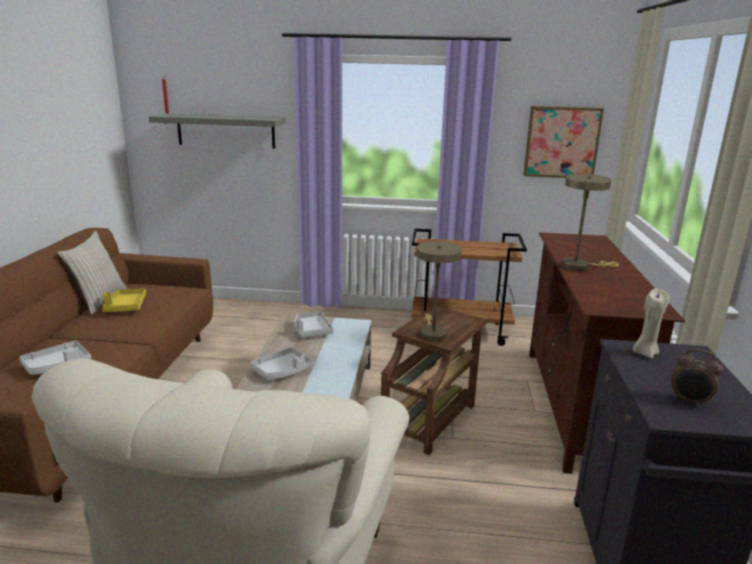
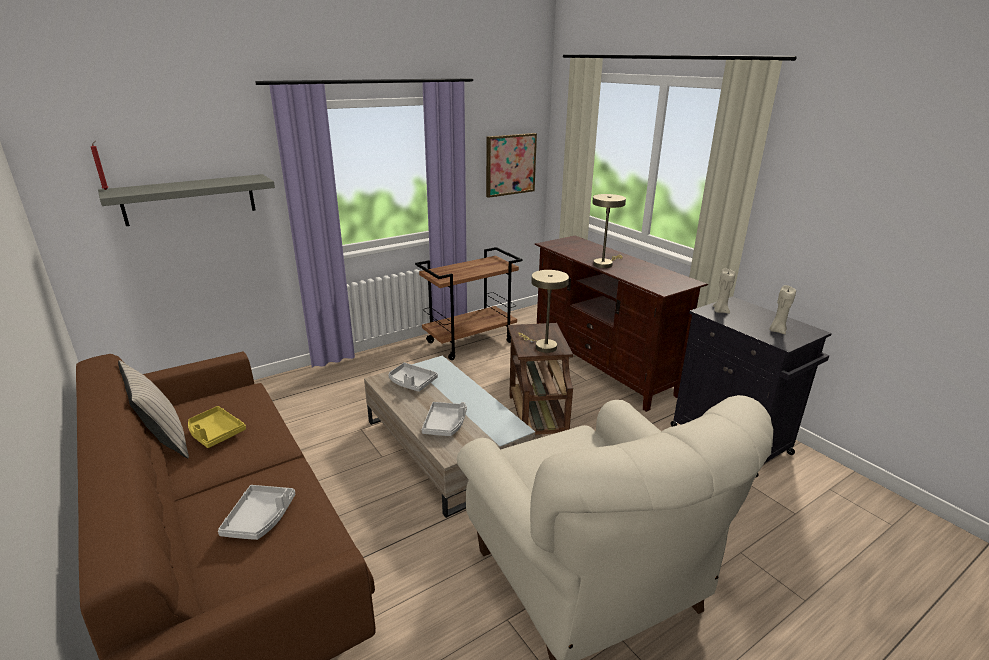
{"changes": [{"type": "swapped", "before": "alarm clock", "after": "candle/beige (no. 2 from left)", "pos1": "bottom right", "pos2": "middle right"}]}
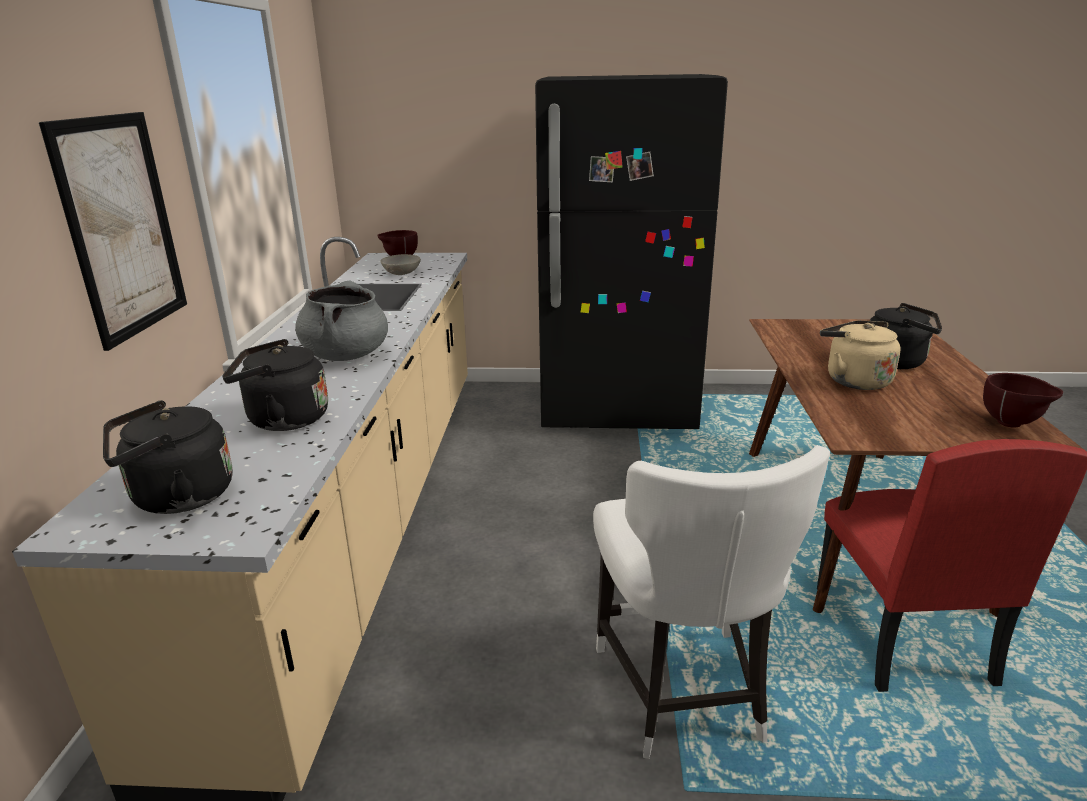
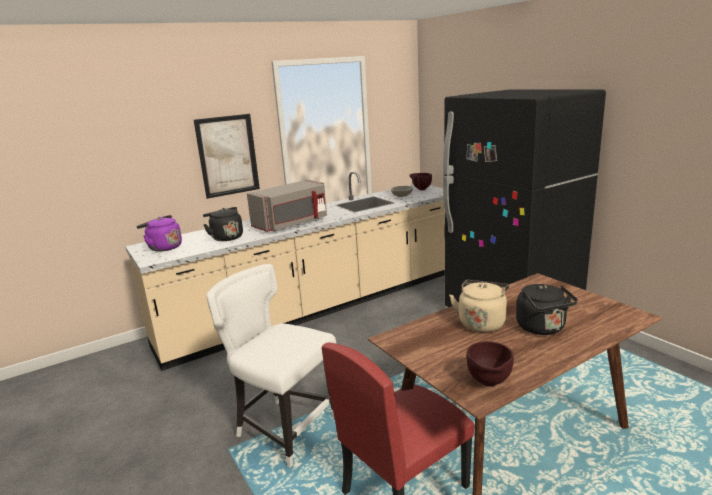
{"changes": [{"type": "repainted", "before": "kettle/black (no. 1 from left)", "after": "kettle/purple", "pos1": "middle left", "pos2": "middle left"}, {"type": "swapped", "before": "cooking pot/grey", "after": "microwave/grey", "pos1": "middle left", "pos2": "centre"}, {"type": "rotated", "before": "chair/white", "pos1": "bottom centre", "pos2": "bottom centre", "turn": 75}]}
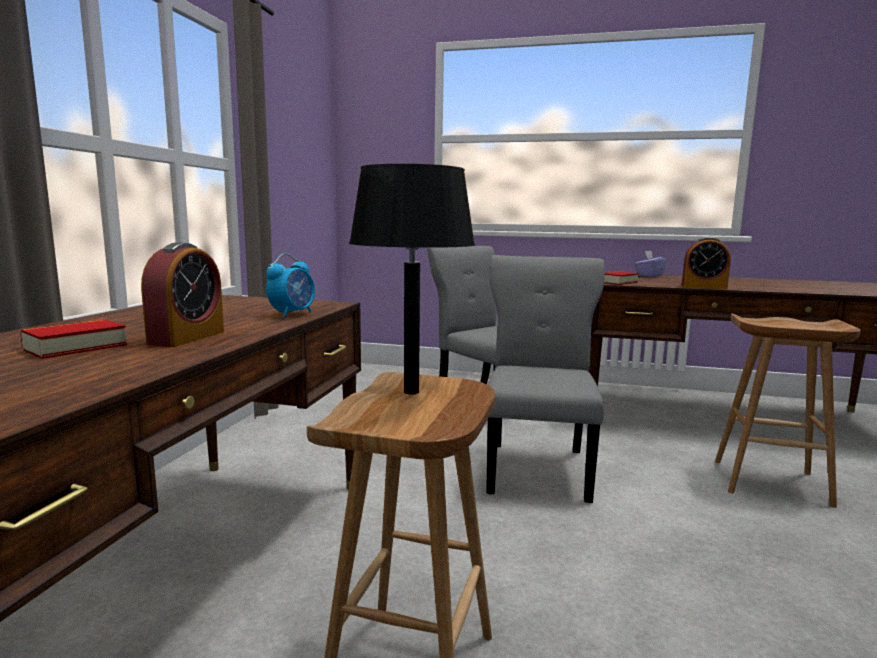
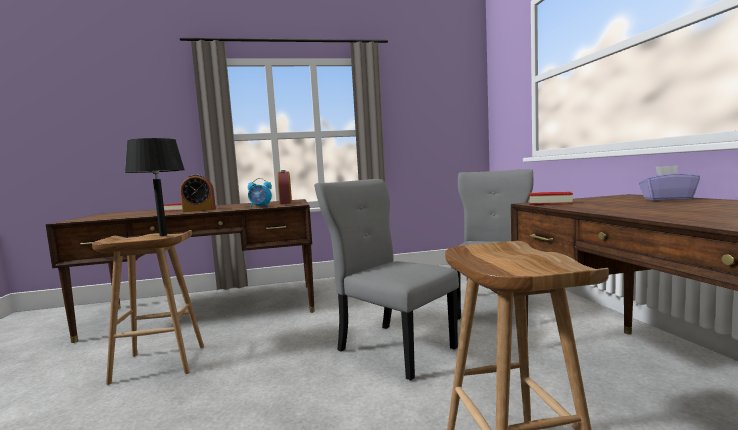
{"changes": [{"type": "rotated", "before": "chair/grey (no. 2 from left in the first image)", "pos1": "centre", "pos2": "centre", "turn": -120}, {"type": "shifted", "before": "alarm clock (no. 3 from left)", "pos1": "middle right", "pos2": "centre"}]}
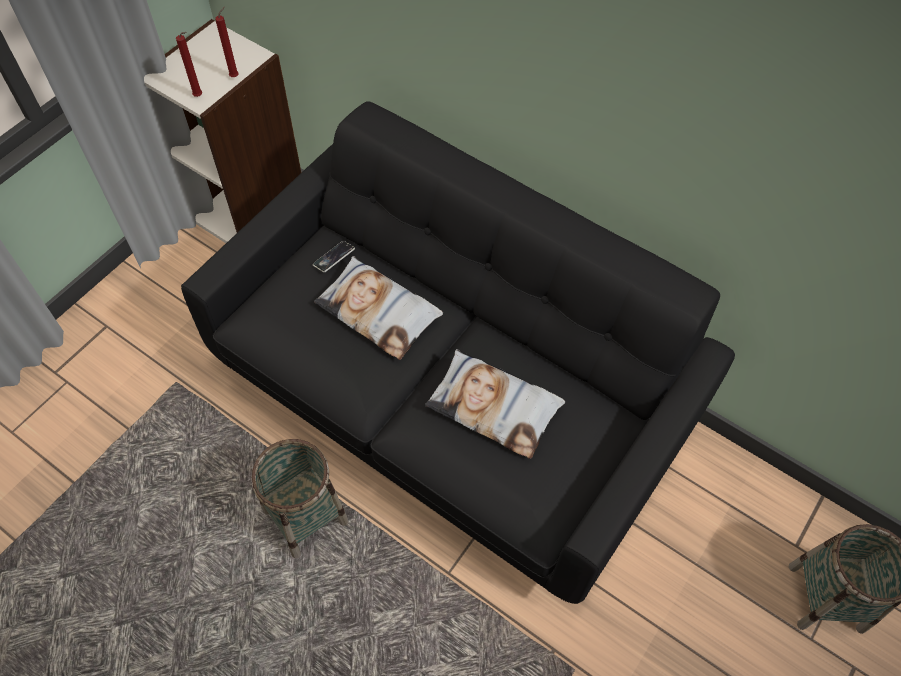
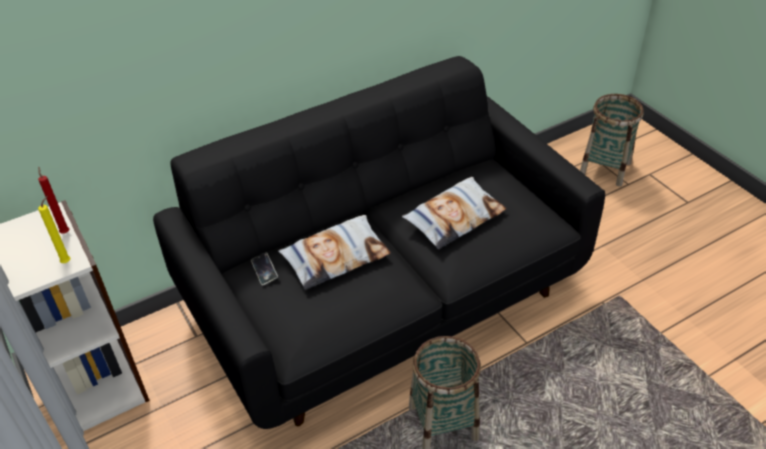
{"changes": [{"type": "repainted", "before": "candle/red (no. 1 from left)", "after": "candle/yellow", "pos1": "top left", "pos2": "middle left"}]}
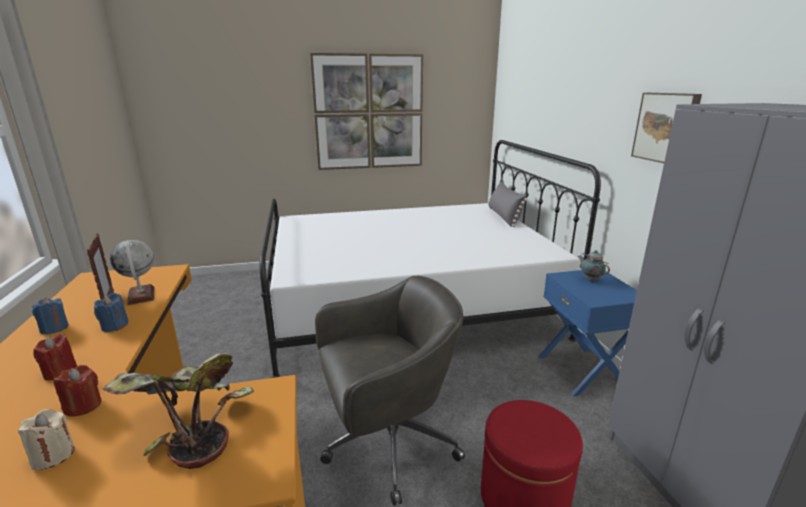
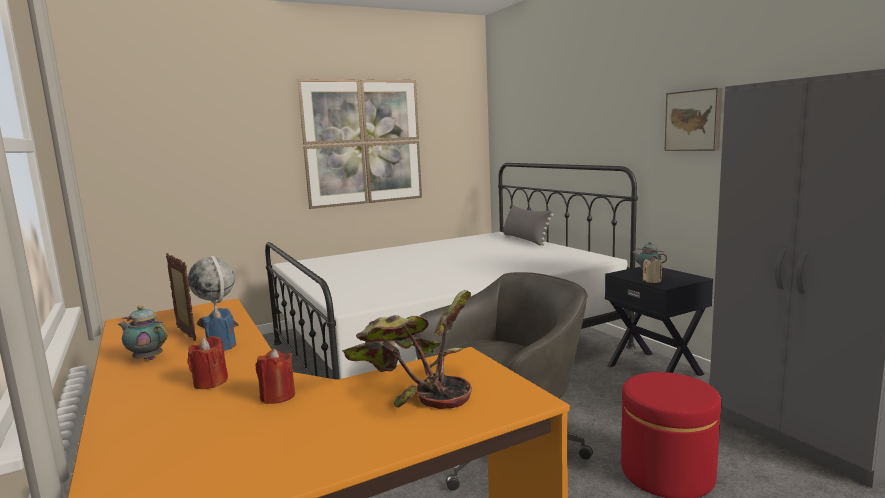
{"changes": [{"type": "shifted", "before": "candle/beige", "pos1": "bottom left", "pos2": "middle right"}, {"type": "swapped", "before": "candle/blue (no. 1 from left)", "after": "teapot (no. 1 from left)", "pos1": "middle left", "pos2": "bottom left"}, {"type": "repainted", "before": "nightstand/blue", "after": "nightstand/black", "pos1": "middle right", "pos2": "middle right"}]}
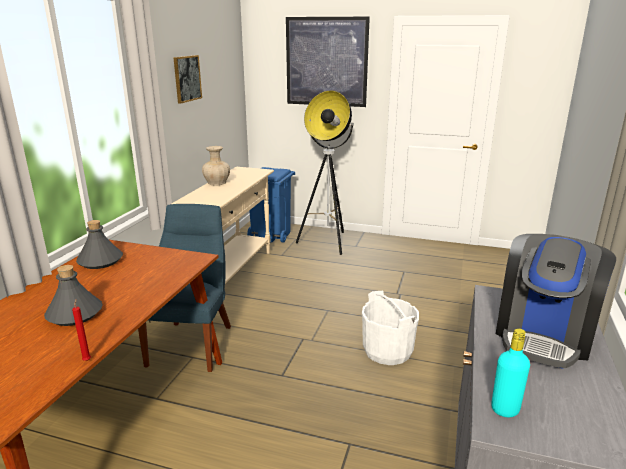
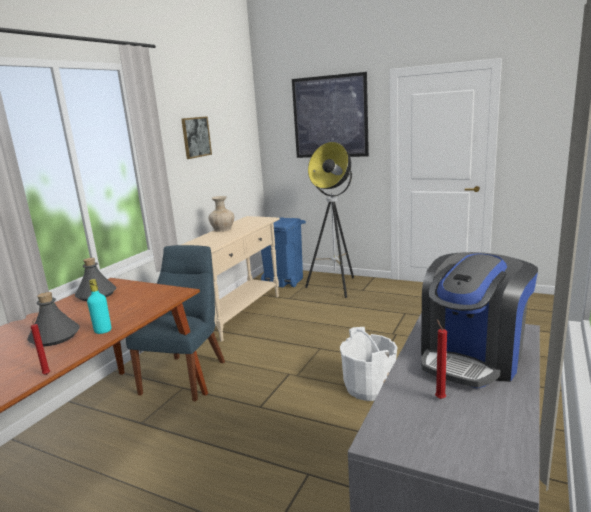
{"changes": [{"type": "shifted", "before": "bottle/turquoise", "pos1": "bottom right", "pos2": "middle left"}, {"type": "new", "after": "candle/red (no. 2 from left)", "pos2": "bottom right"}]}
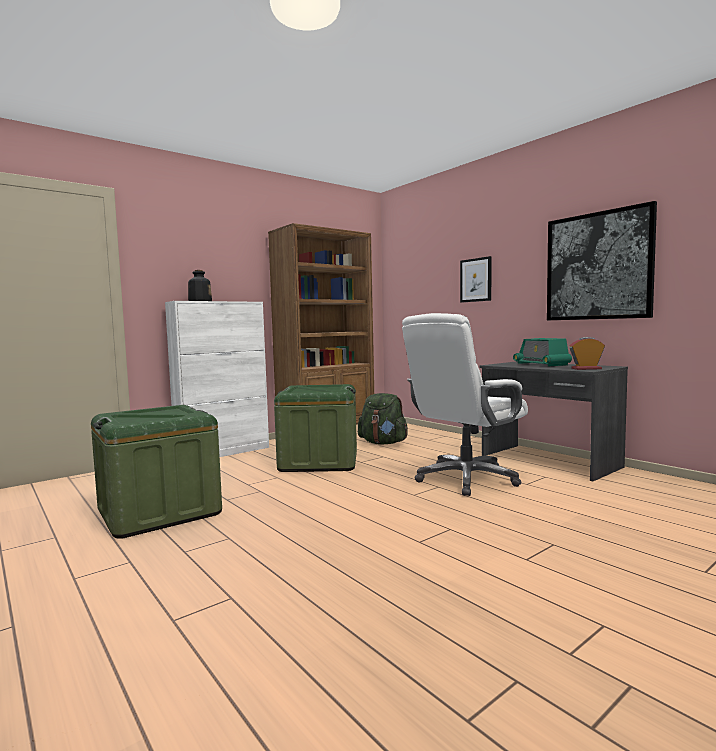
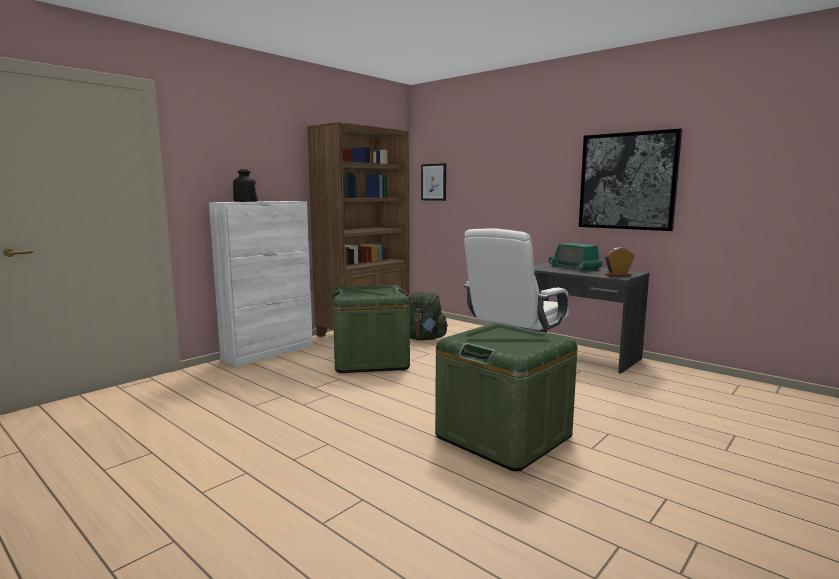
{"changes": [{"type": "shifted", "before": "storage box/green (no. 1 from left in the first image)", "after": "storage box/green (no. 2 from left)", "pos1": "middle left", "pos2": "bottom centre"}, {"type": "shifted", "before": "picture (no. 1 from left)", "pos1": "centre", "pos2": "top centre"}]}
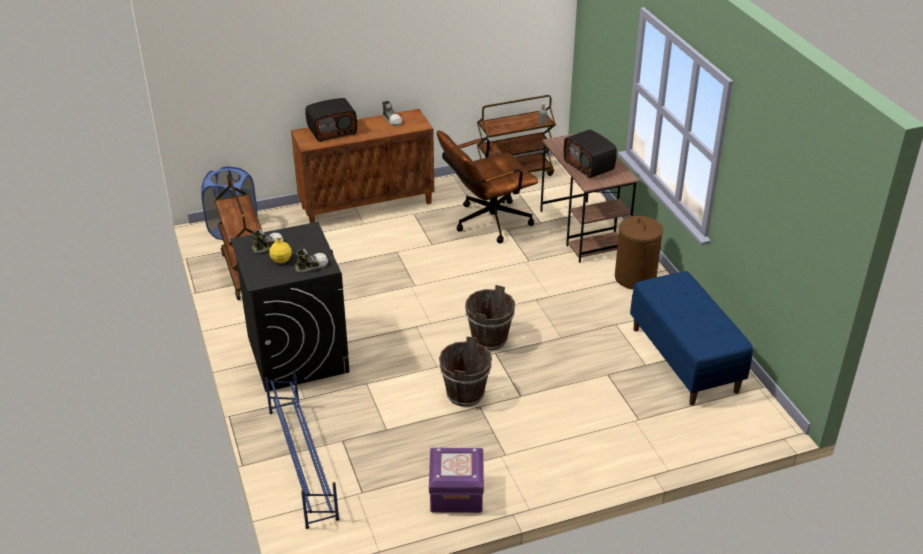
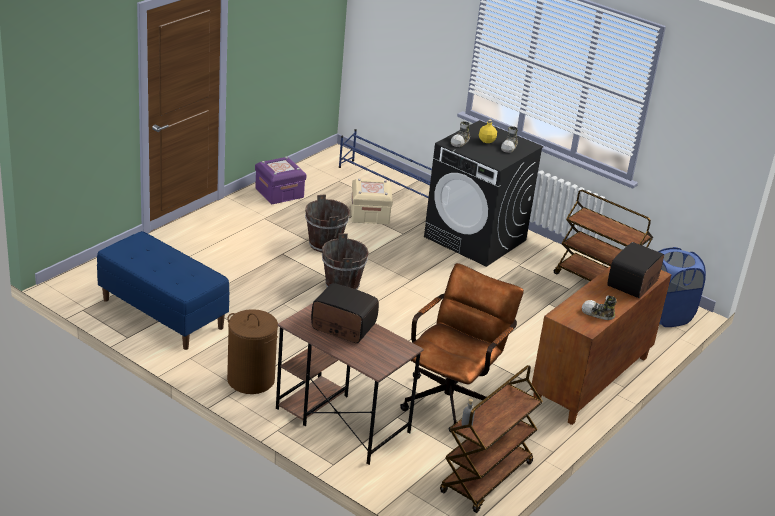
{"changes": [{"type": "new", "after": "storage box/beige", "pos2": "centre"}]}
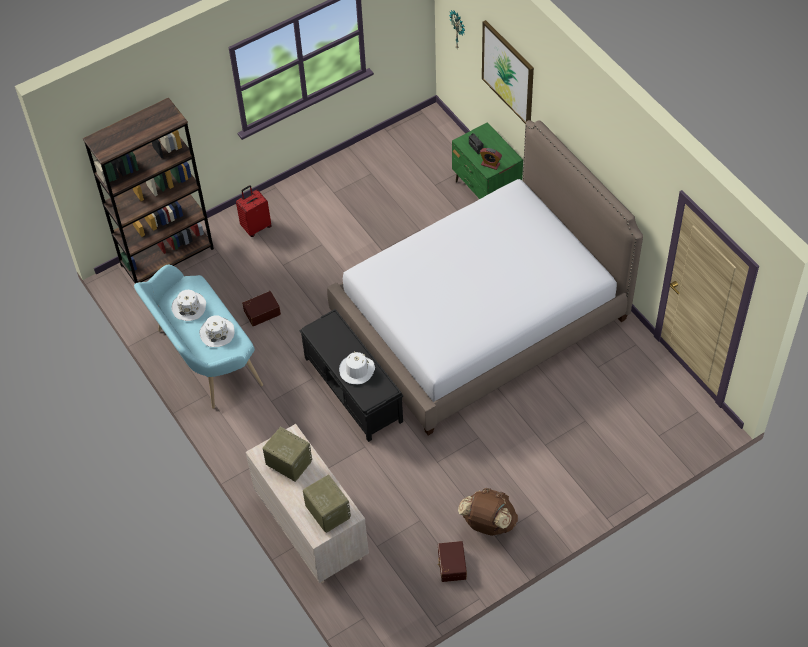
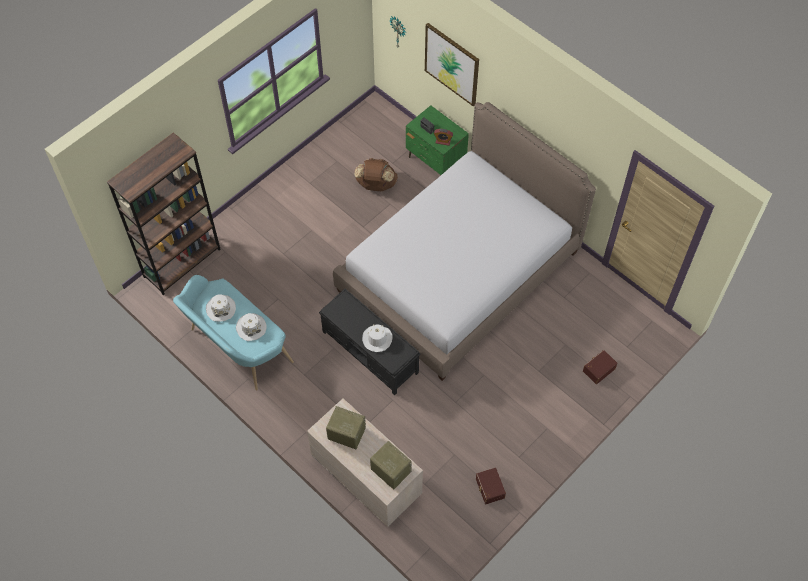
{"changes": [{"type": "gone", "before": "suitcase/red", "pos1": "top left"}, {"type": "shifted", "before": "storage box/brown (no. 1 from left in the first image)", "after": "storage box/brown (no. 2 from left)", "pos1": "middle left", "pos2": "middle right"}, {"type": "shifted", "before": "backpack/brown", "pos1": "bottom centre", "pos2": "top centre"}]}
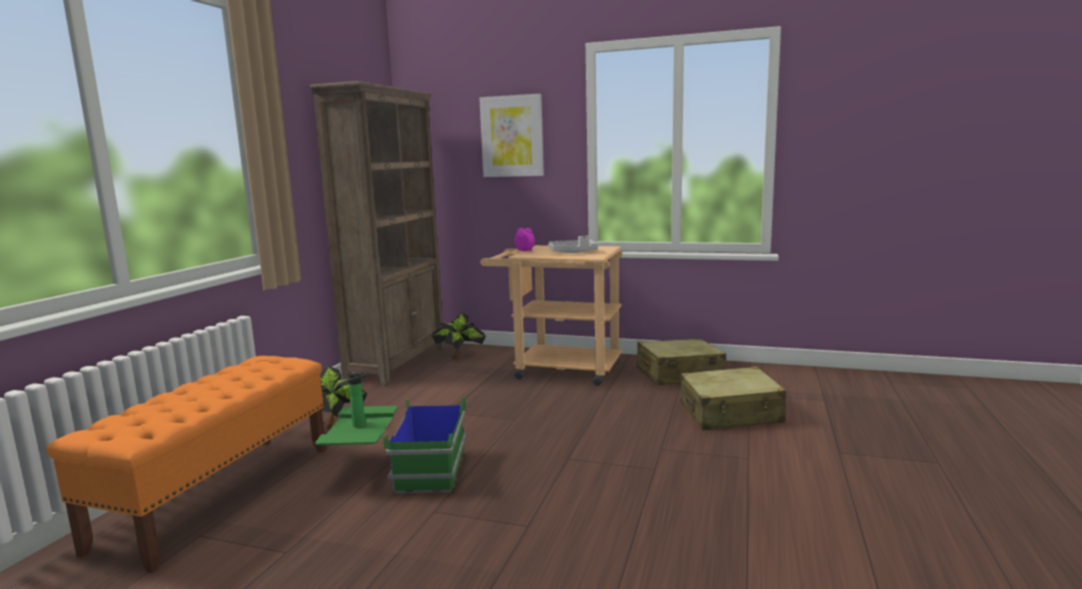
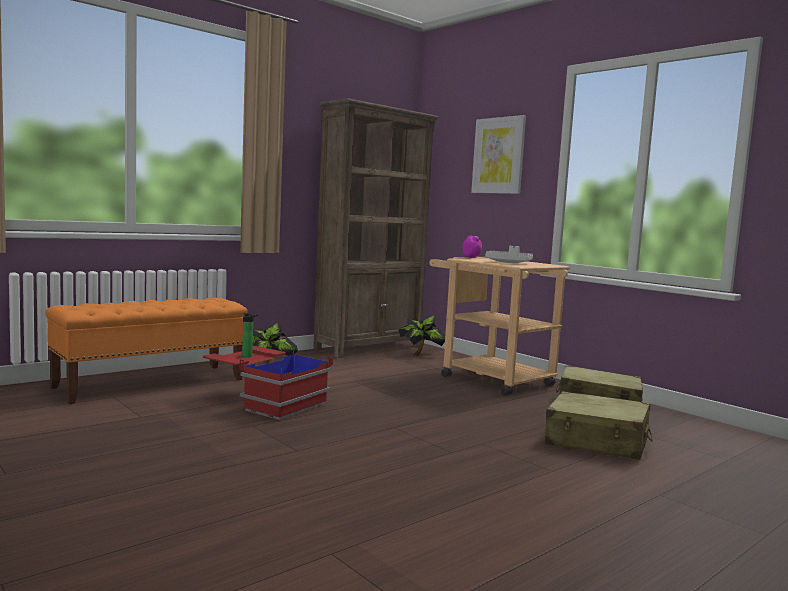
{"changes": [{"type": "repainted", "before": "storage box/green", "after": "storage box/red", "pos1": "bottom centre", "pos2": "centre"}]}
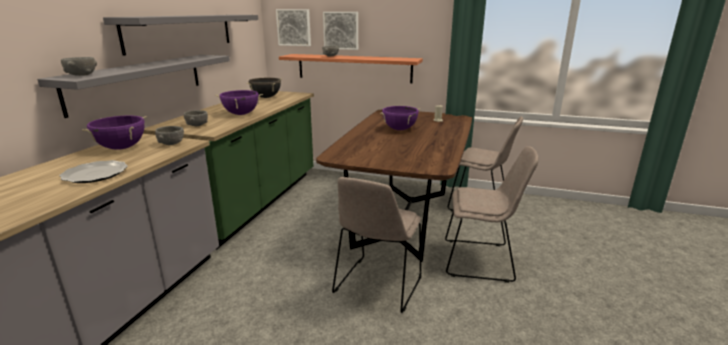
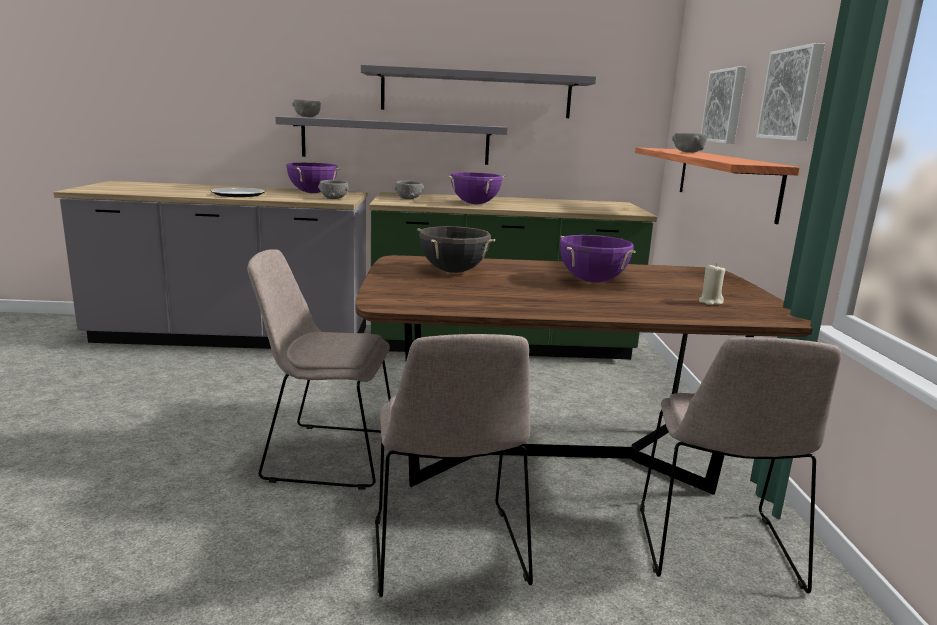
{"changes": [{"type": "shifted", "before": "cooking pot/black", "pos1": "top centre", "pos2": "centre"}, {"type": "shifted", "before": "picture (no. 1 from left in the first image)", "after": "picture (no. 2 from left)", "pos1": "top centre", "pos2": "top right"}]}
